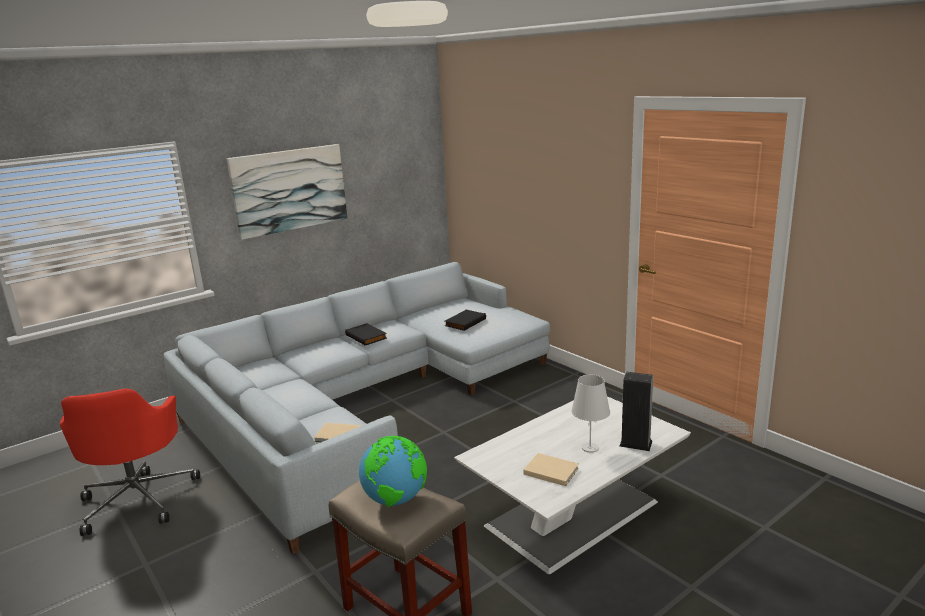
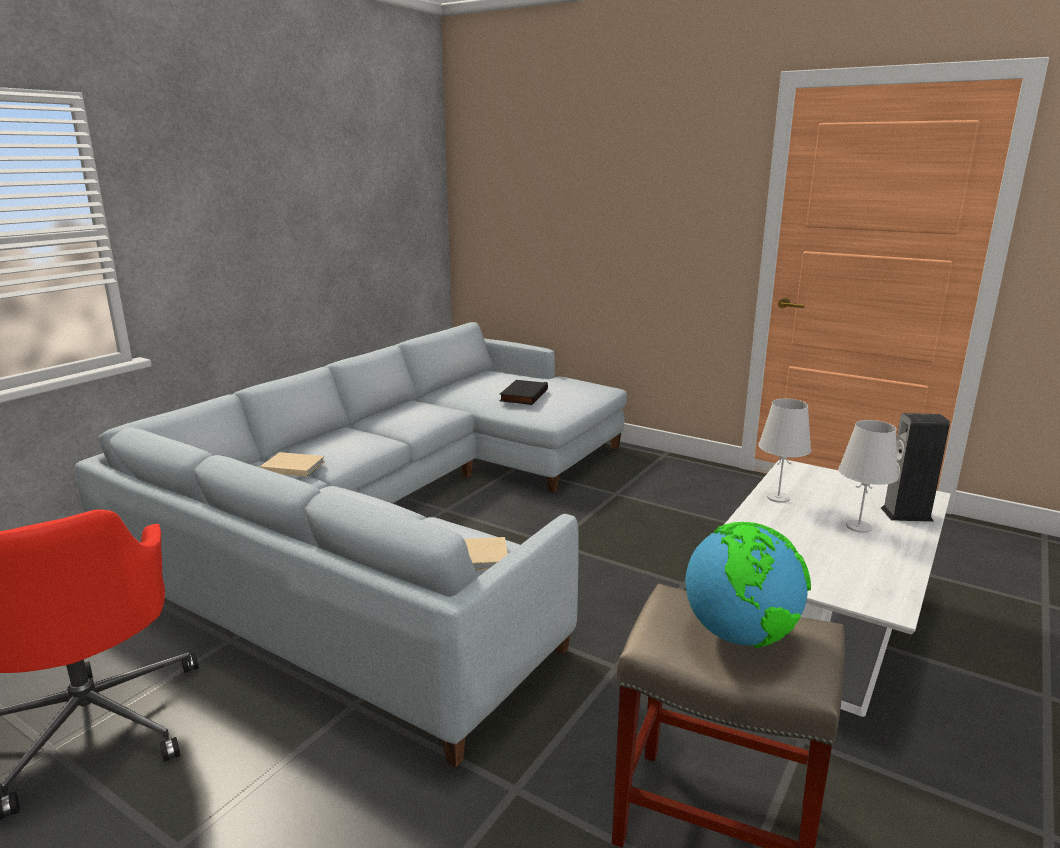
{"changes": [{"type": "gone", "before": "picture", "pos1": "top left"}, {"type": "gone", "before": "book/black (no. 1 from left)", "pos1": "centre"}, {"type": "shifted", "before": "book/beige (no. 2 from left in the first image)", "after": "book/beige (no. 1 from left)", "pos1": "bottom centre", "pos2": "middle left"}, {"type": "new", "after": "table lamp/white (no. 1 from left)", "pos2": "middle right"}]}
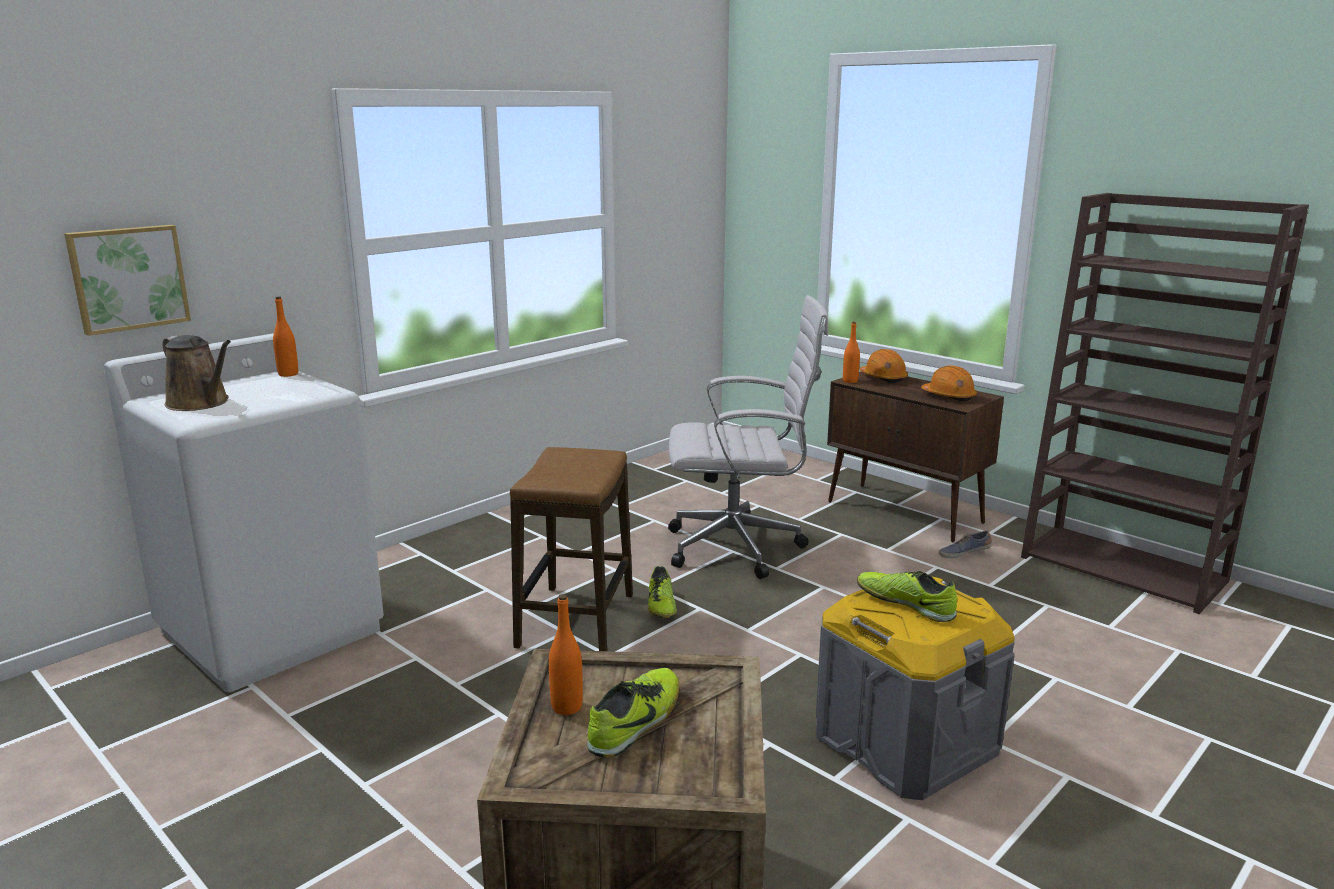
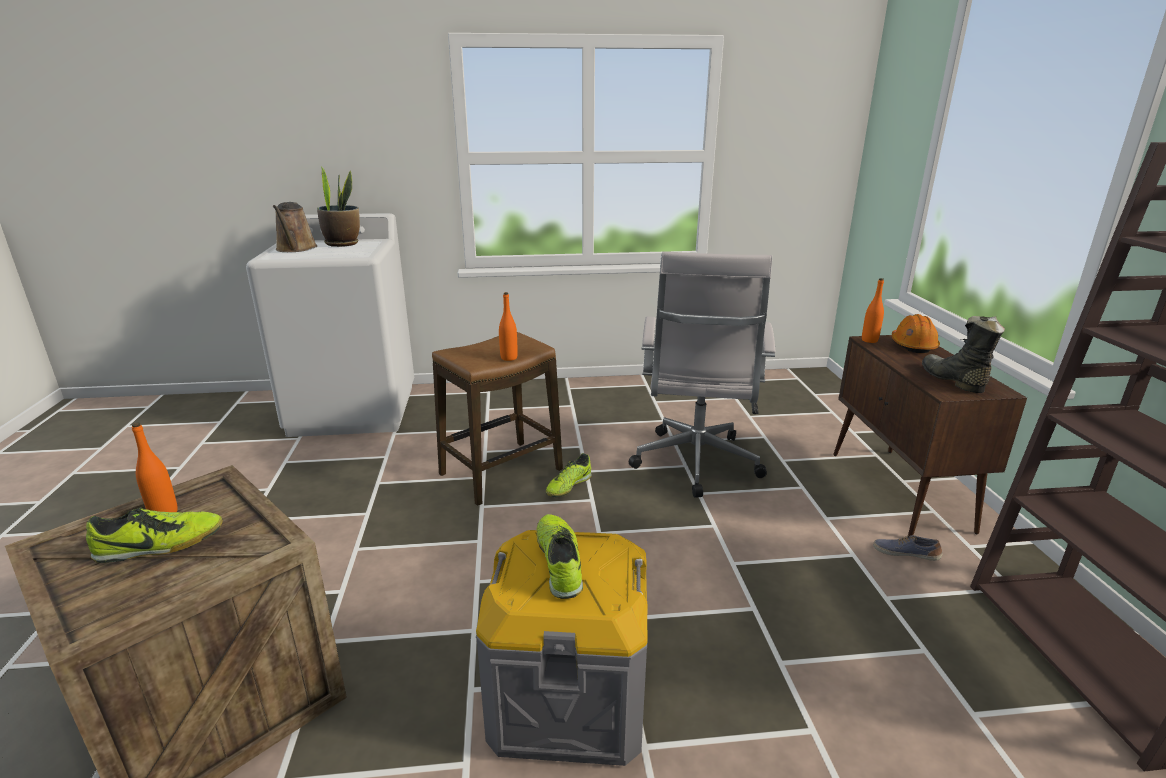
{"changes": [{"type": "gone", "before": "picture", "pos1": "top left"}, {"type": "shifted", "before": "bottle/orange (no. 1 from left in the first image)", "after": "bottle/orange (no. 2 from left)", "pos1": "middle left", "pos2": "centre"}, {"type": "rotated", "before": "office chair/white", "pos1": "centre", "pos2": "centre", "turn": 60}, {"type": "swapped", "before": "hard hat/orange (no. 2 from left)", "after": "boot/black", "pos1": "middle right", "pos2": "middle right"}, {"type": "new", "after": "potted plant", "pos2": "top left"}]}
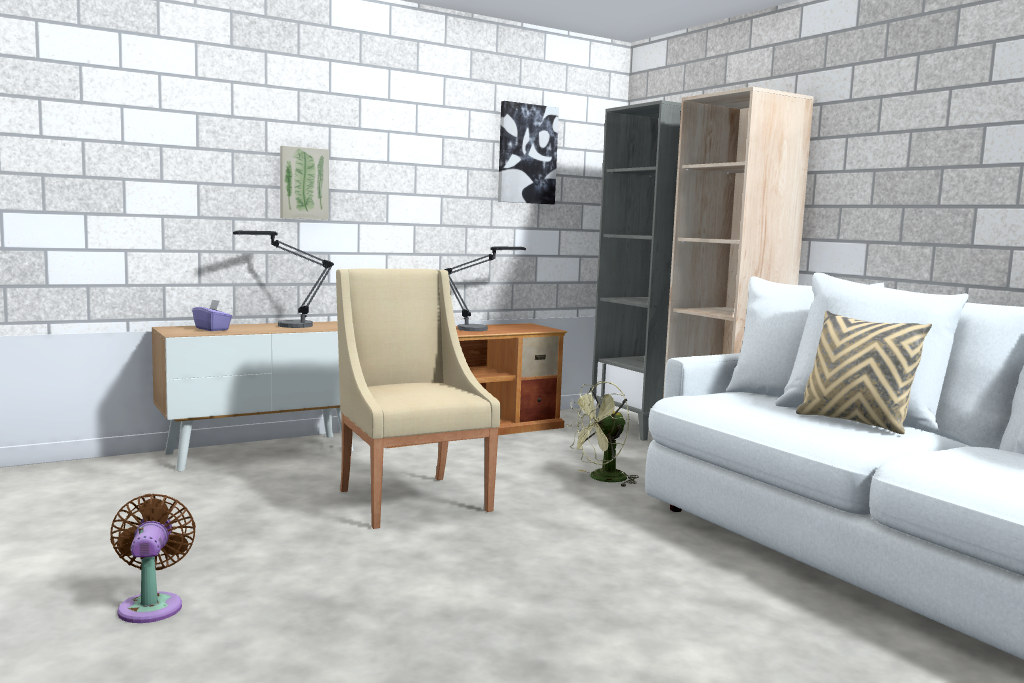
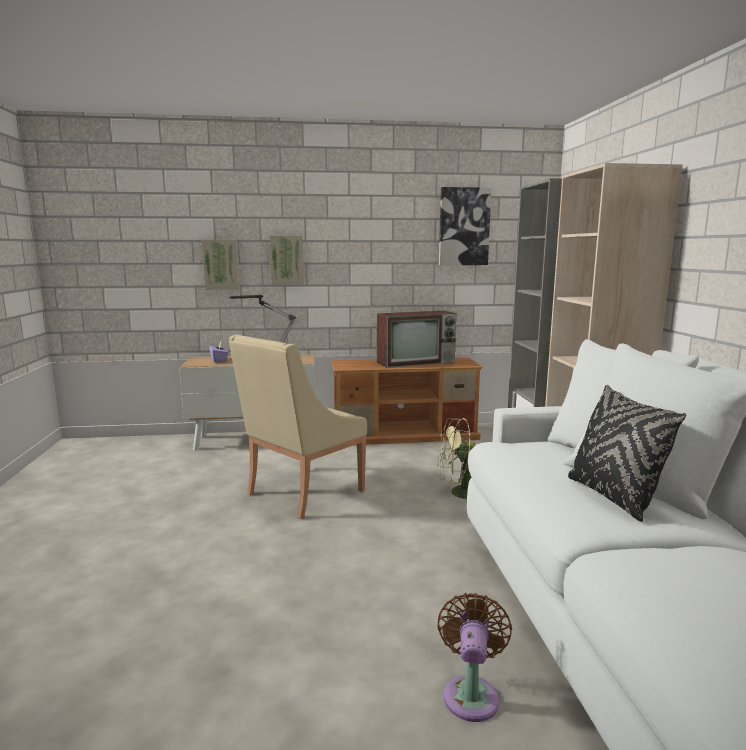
{"changes": [{"type": "shifted", "before": "fan/brown", "pos1": "bottom left", "pos2": "bottom centre"}, {"type": "rotated", "before": "armchair/beige", "pos1": "centre", "pos2": "centre", "turn": -135}, {"type": "swapped", "before": "table lamp (no. 2 from left)", "after": "television", "pos1": "centre", "pos2": "centre"}, {"type": "repainted", "before": "pillow/beige", "after": "pillow/black", "pos1": "middle right", "pos2": "middle right"}, {"type": "new", "after": "picture (no. 1 from left)", "pos2": "middle left"}]}
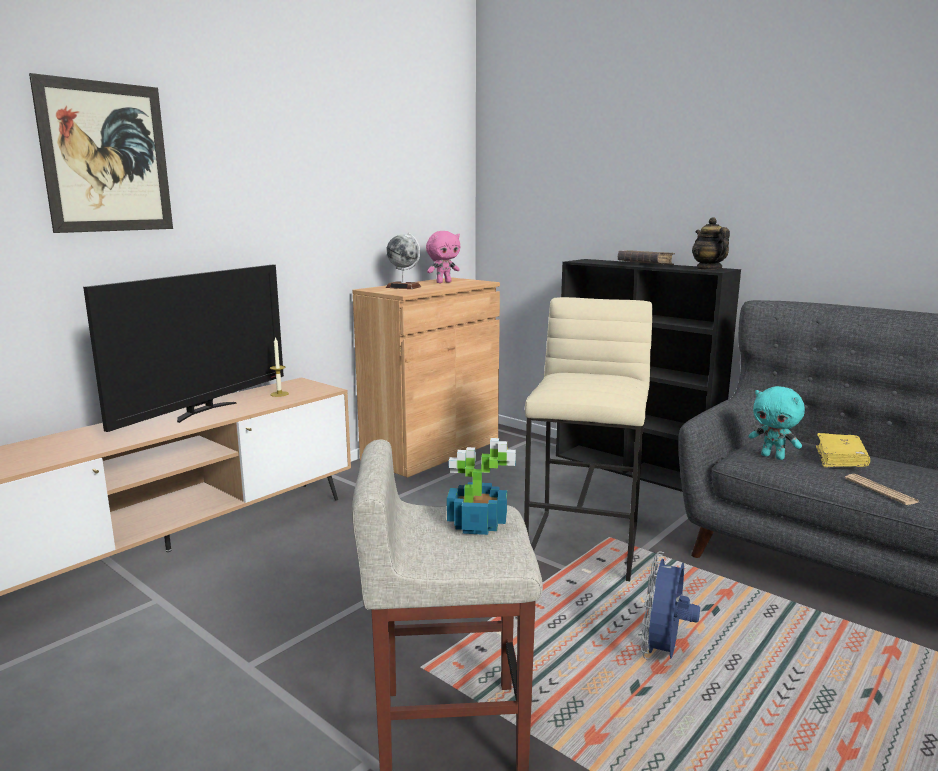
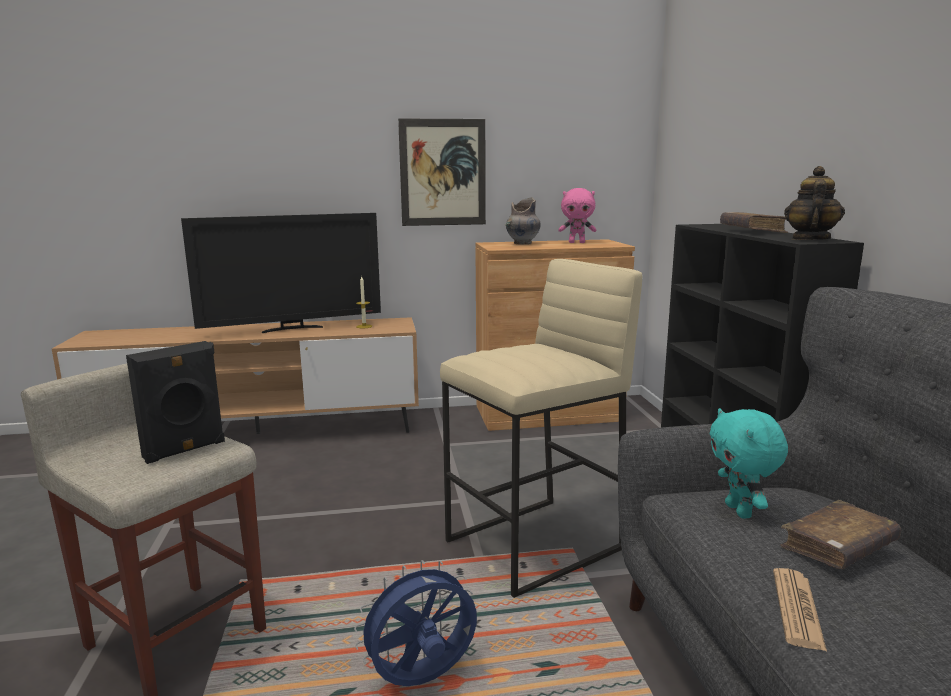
{"changes": [{"type": "shifted", "before": "picture", "pos1": "top left", "pos2": "top centre"}, {"type": "swapped", "before": "globe", "after": "vase/grey", "pos1": "centre", "pos2": "top centre"}, {"type": "swapped", "before": "potted plant", "after": "speaker/black", "pos1": "centre", "pos2": "middle left"}, {"type": "repainted", "before": "book/yellow", "after": "book/brown (no. 2 from left)", "pos1": "middle right", "pos2": "bottom right"}]}
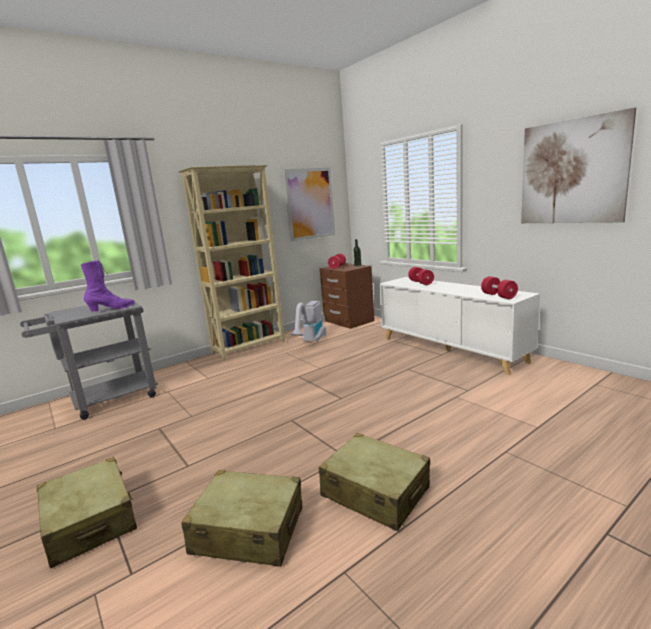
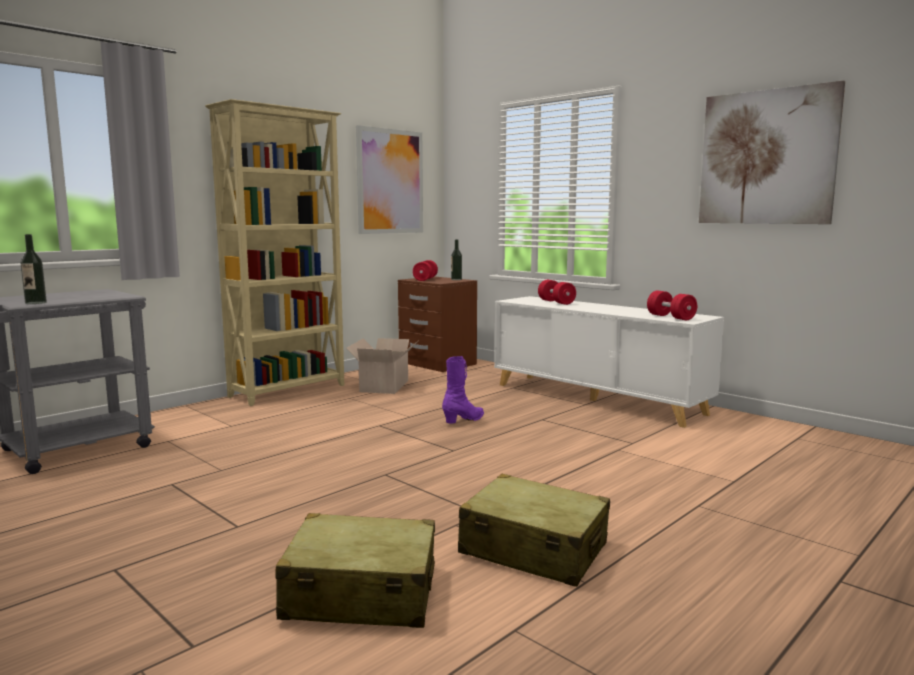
{"changes": [{"type": "gone", "before": "suitcase/beige (no. 1 from left)", "pos1": "bottom left"}, {"type": "shifted", "before": "boot/purple", "pos1": "middle left", "pos2": "centre"}, {"type": "swapped", "before": "vacuum cleaner", "after": "cardboard box", "pos1": "centre", "pos2": "centre"}, {"type": "new", "after": "bottle (no. 1 from left)", "pos2": "middle left"}]}
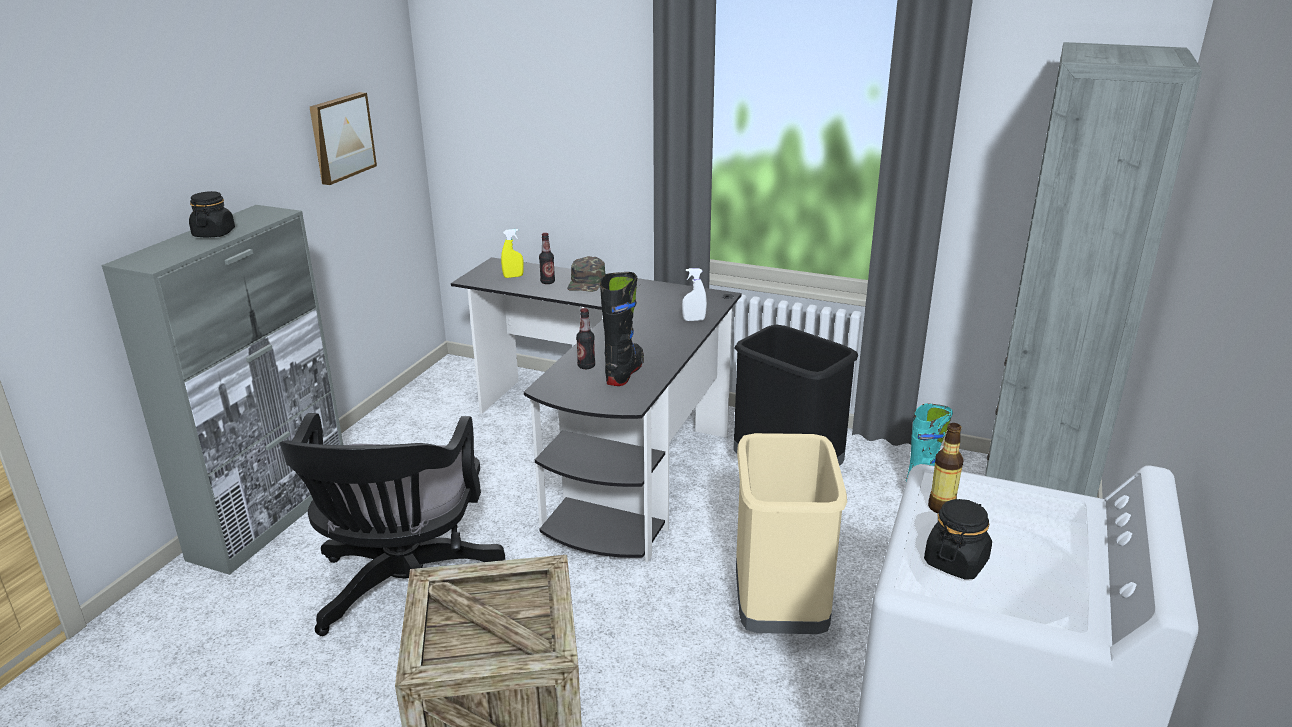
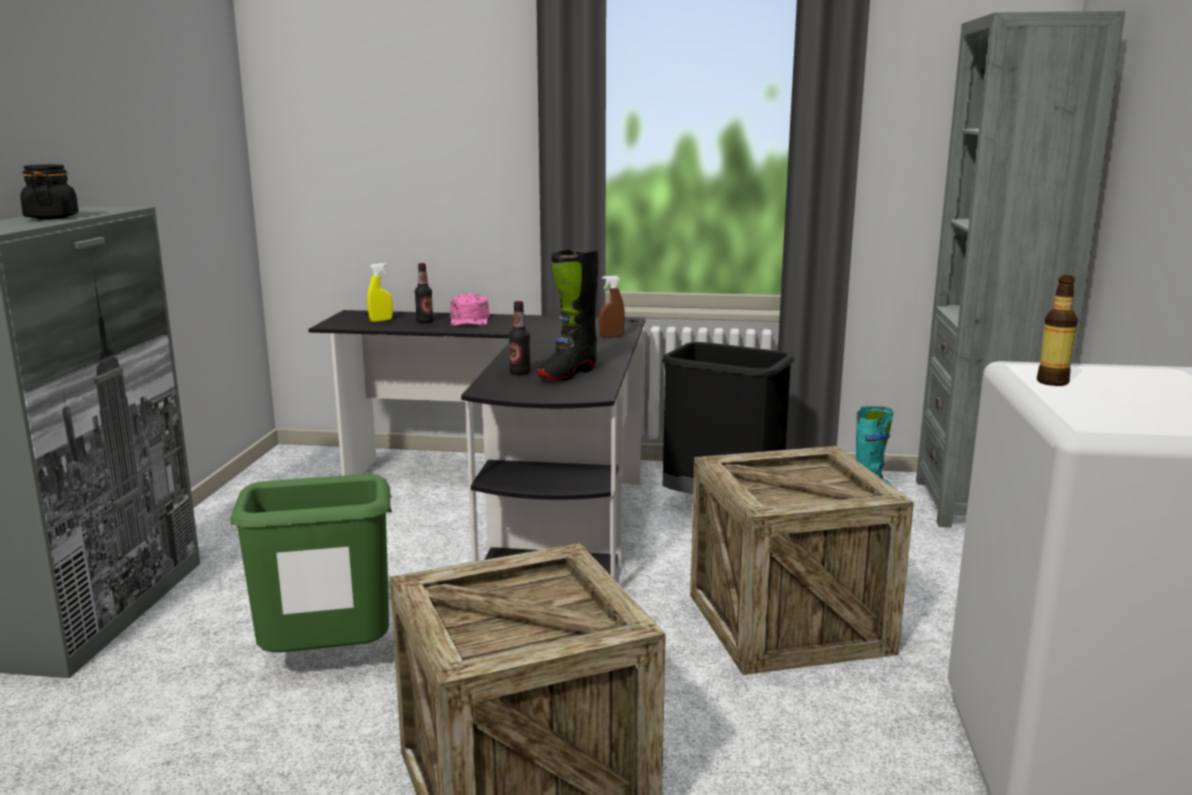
{"changes": [{"type": "swapped", "before": "office chair/black", "after": "trash can/green", "pos1": "bottom left", "pos2": "bottom left"}, {"type": "gone", "before": "picture", "pos1": "top left"}, {"type": "repainted", "before": "cap/green", "after": "cap/pink", "pos1": "centre", "pos2": "centre"}, {"type": "rotated", "before": "boot/black", "pos1": "centre", "pos2": "centre", "turn": -150}, {"type": "repainted", "before": "spray bottle/white", "after": "spray bottle/brown", "pos1": "centre", "pos2": "centre"}, {"type": "swapped", "before": "trash can/beige", "after": "crate (no. 2 from left)", "pos1": "bottom centre", "pos2": "bottom right"}, {"type": "gone", "before": "jar/black (no. 2 from left)", "pos1": "bottom right"}]}
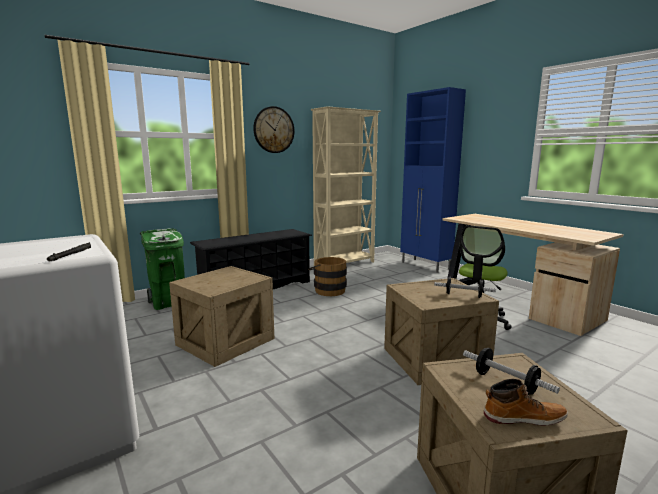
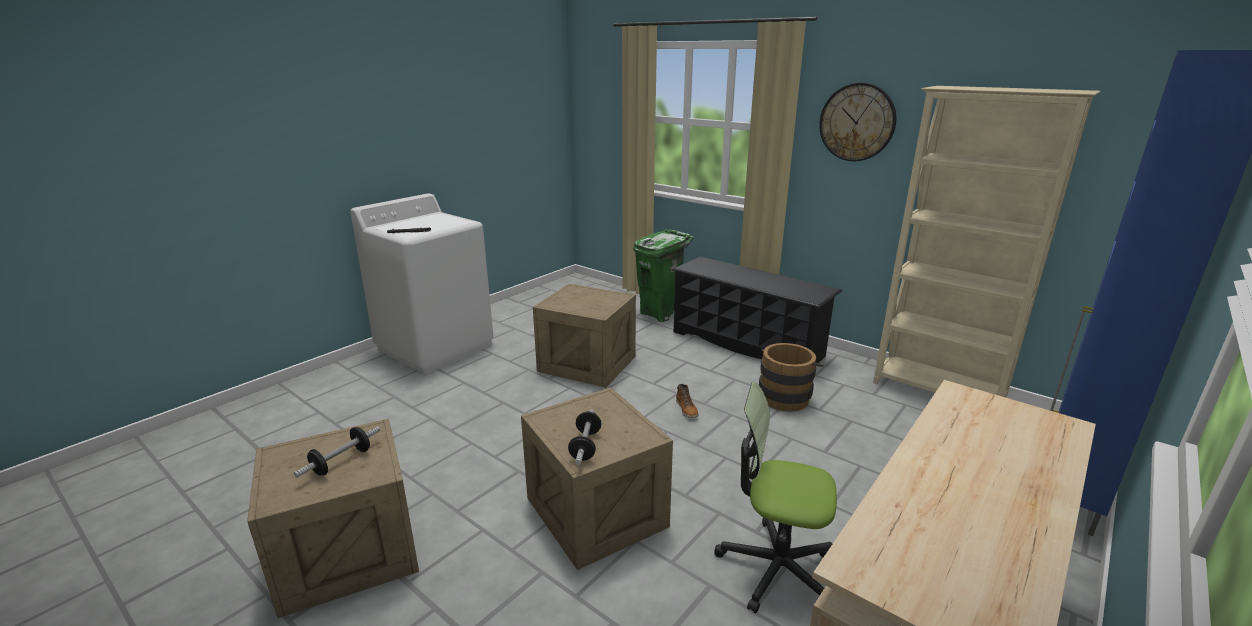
{"changes": [{"type": "shifted", "before": "boot", "pos1": "bottom right", "pos2": "centre"}]}
